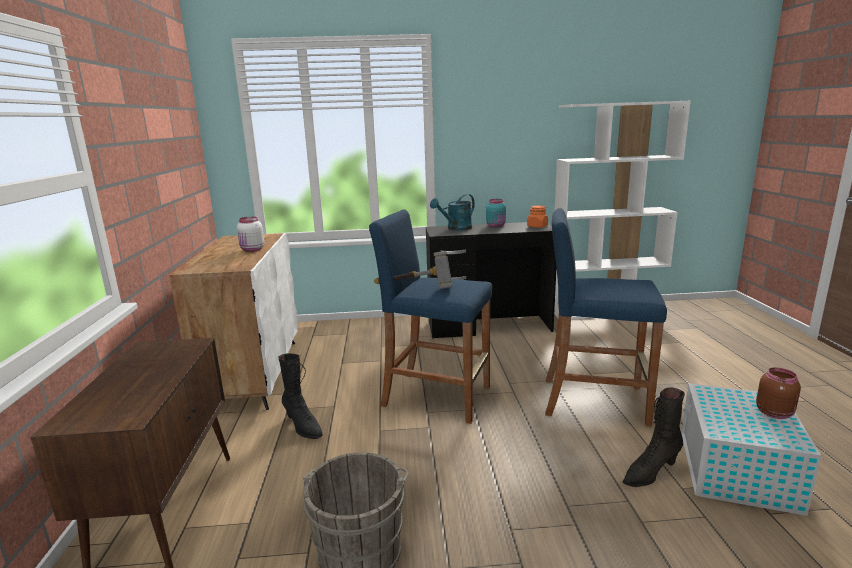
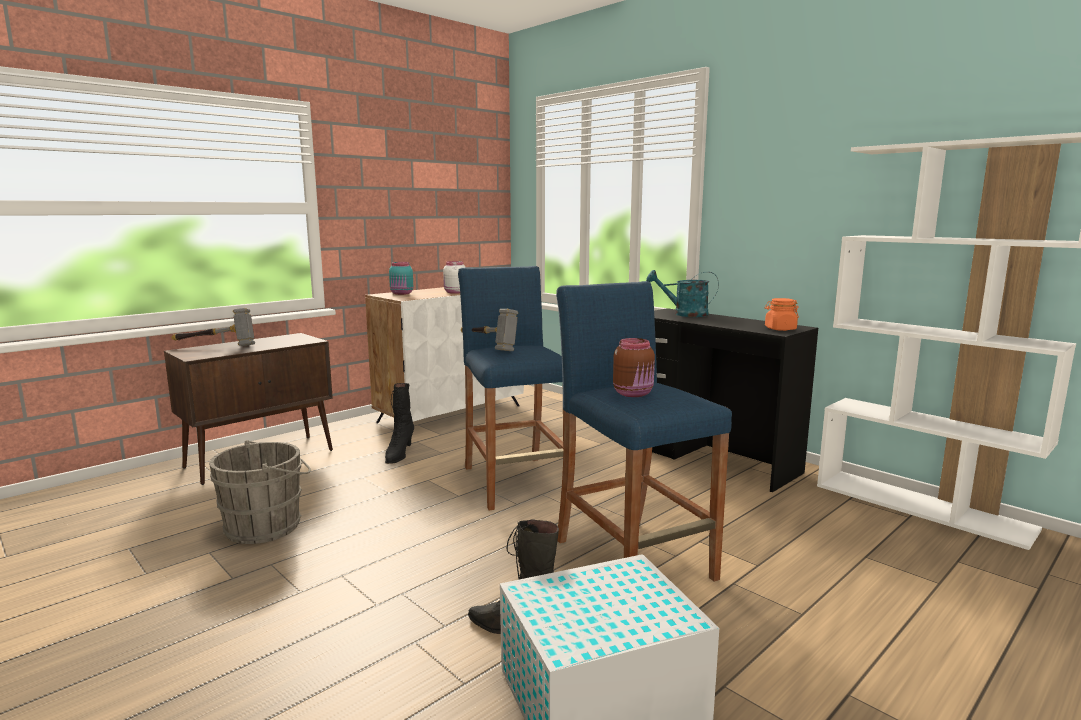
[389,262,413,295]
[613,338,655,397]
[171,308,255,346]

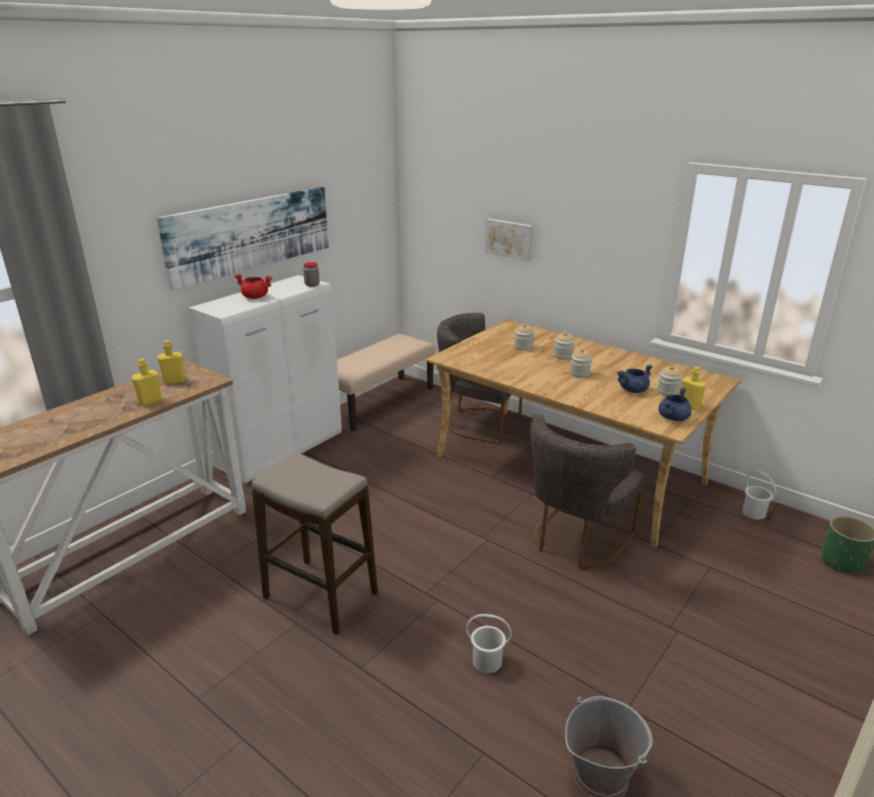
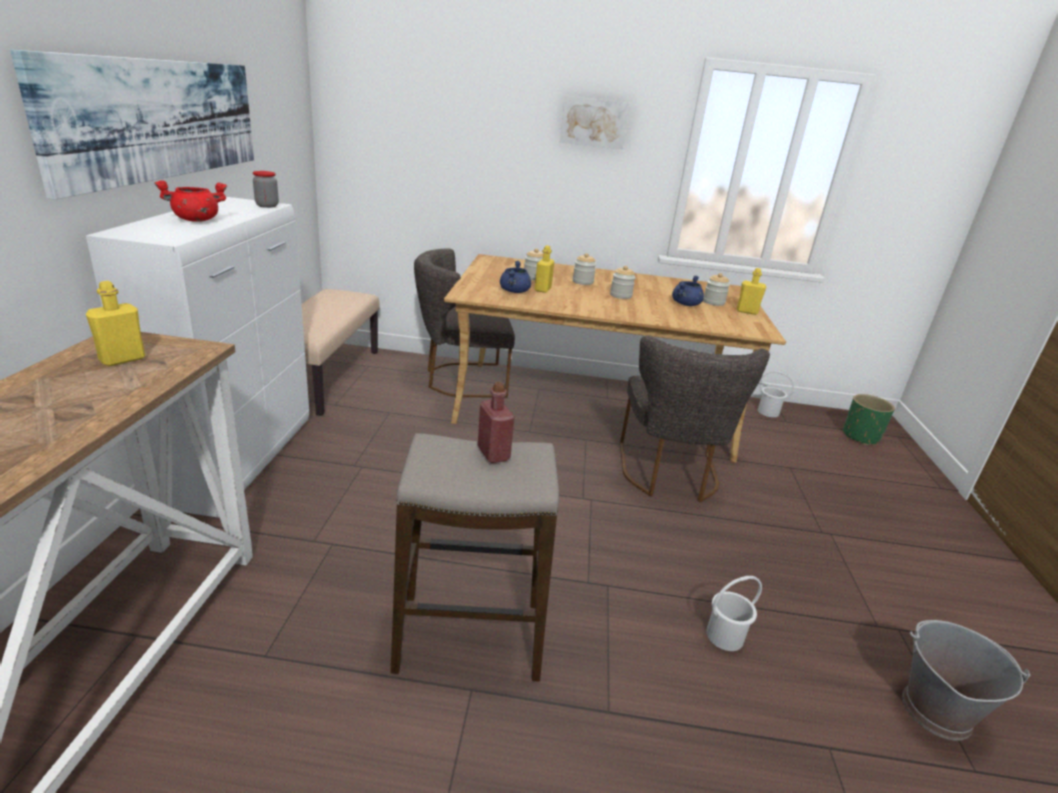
[560,96,630,149]
[535,245,555,293]
[500,261,531,293]
[478,382,515,463]

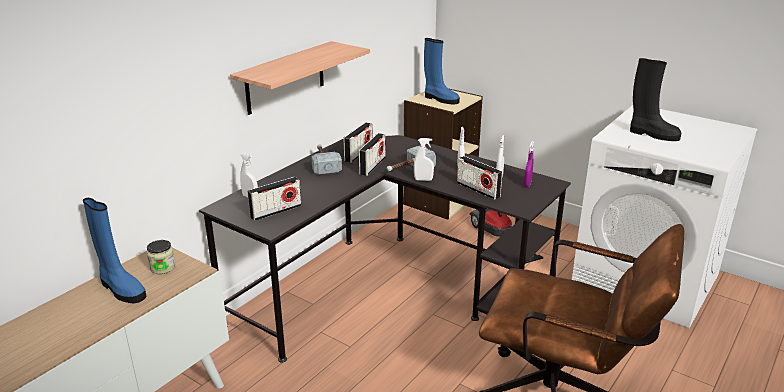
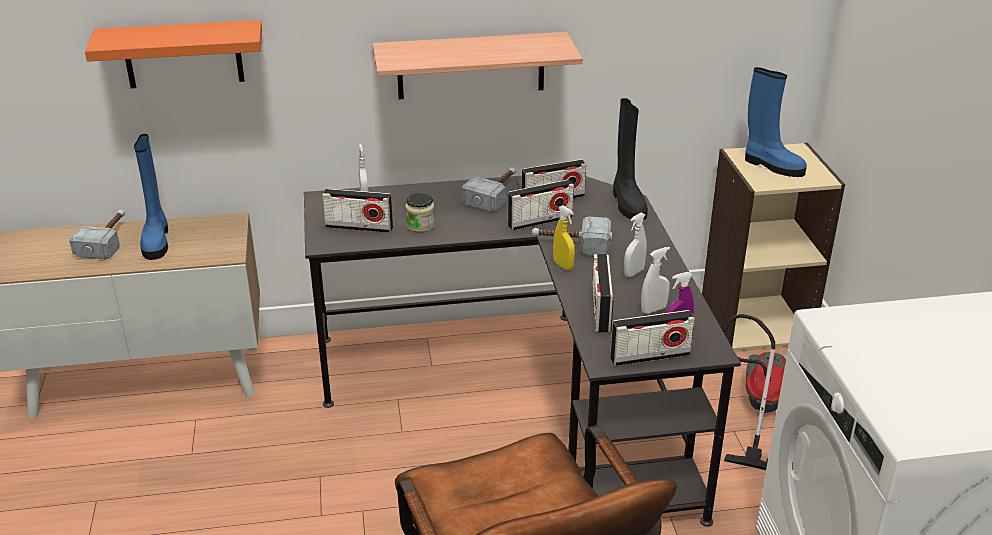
[745,67,807,177]
[613,98,648,220]
[553,206,575,270]
[405,193,435,232]
[85,20,262,88]
[69,209,125,260]
[610,310,695,366]

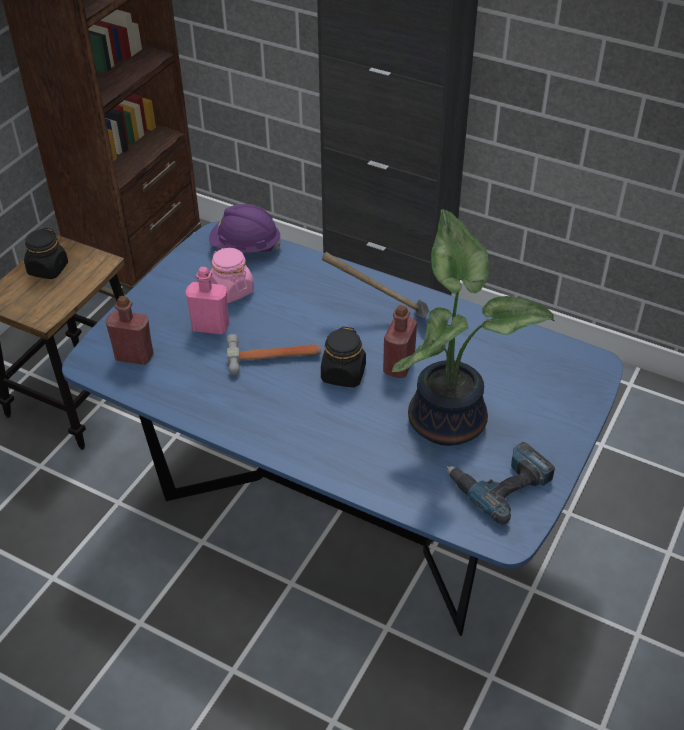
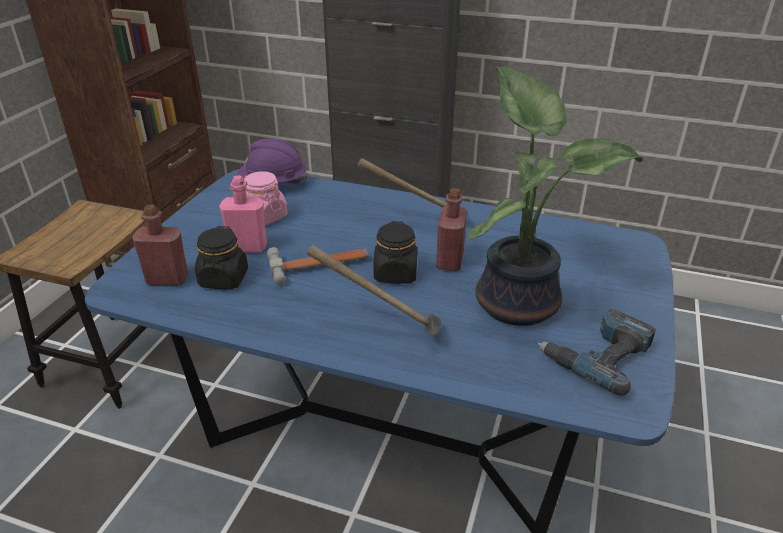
[195,226,248,289]
[307,245,442,337]

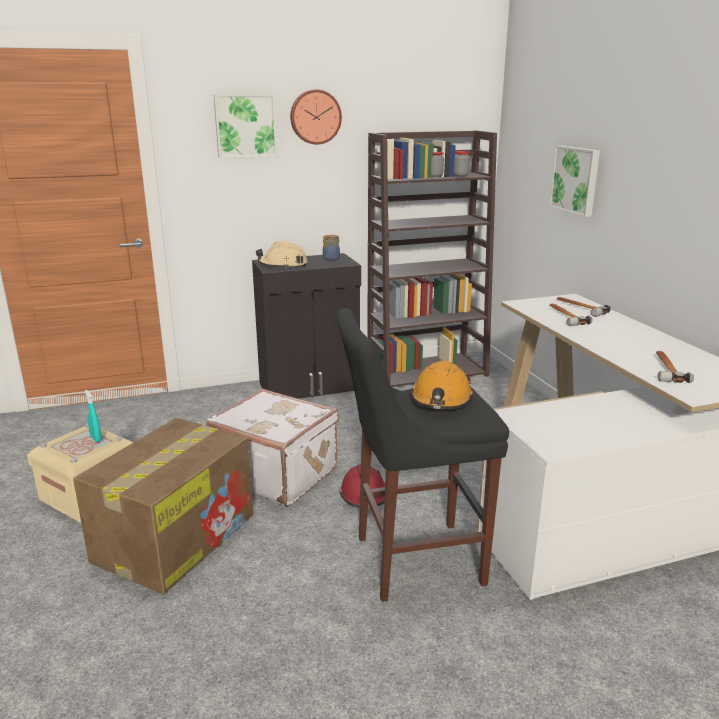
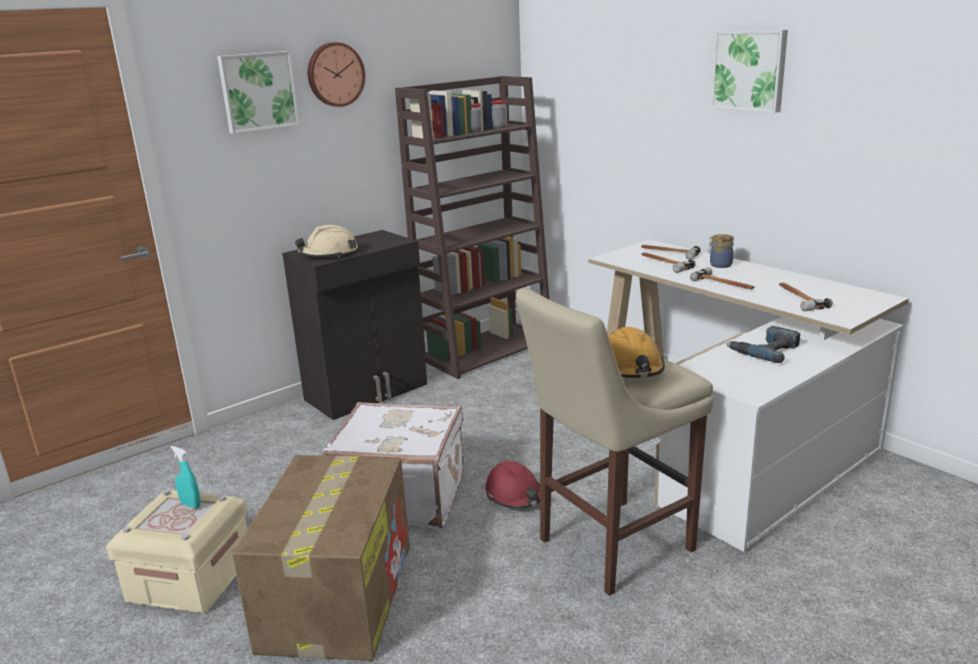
[710,30,788,113]
[708,234,734,268]
[516,288,713,596]
[690,267,754,290]
[726,326,800,363]

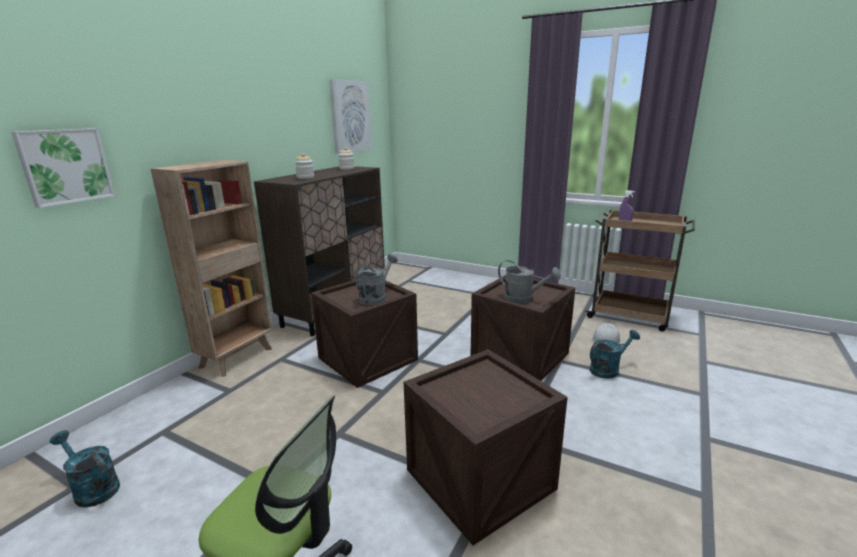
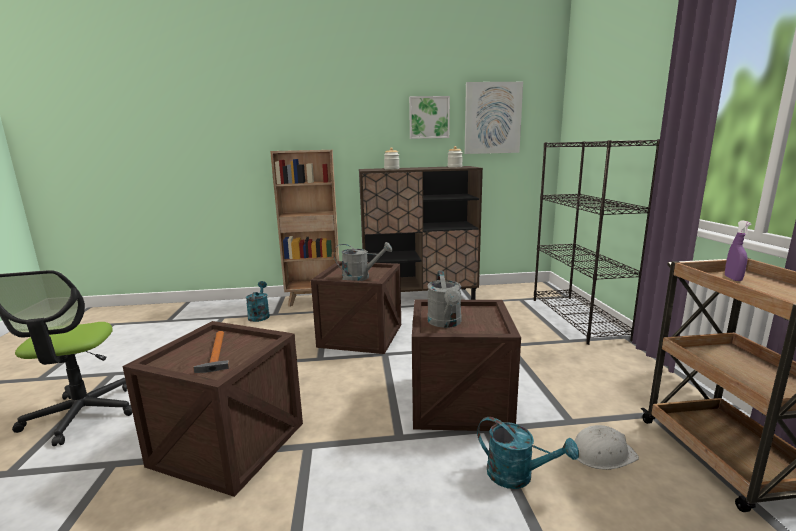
[409,96,450,139]
[246,281,270,322]
[534,139,660,345]
[193,331,230,373]

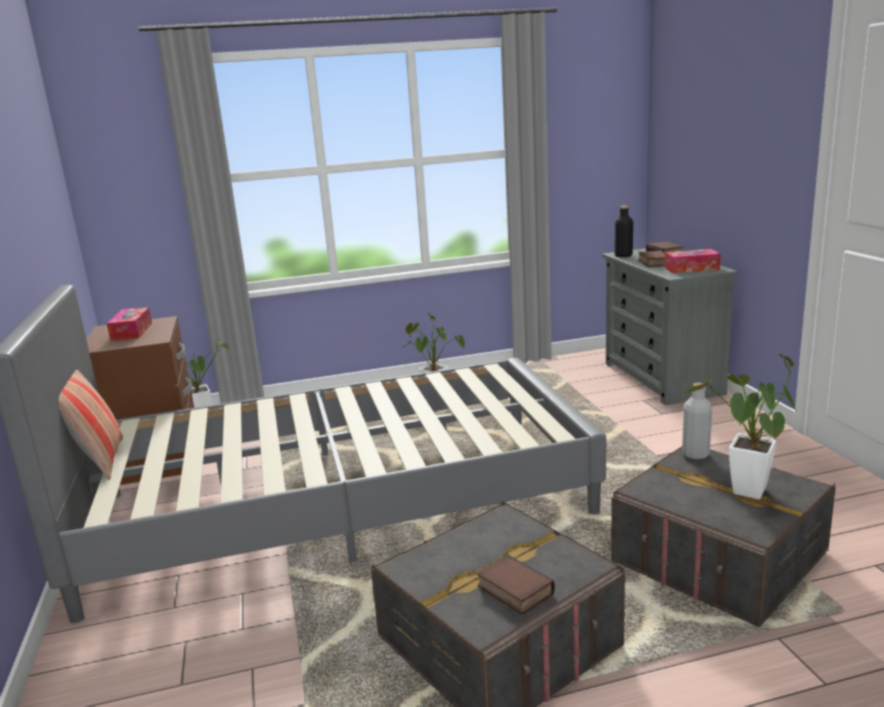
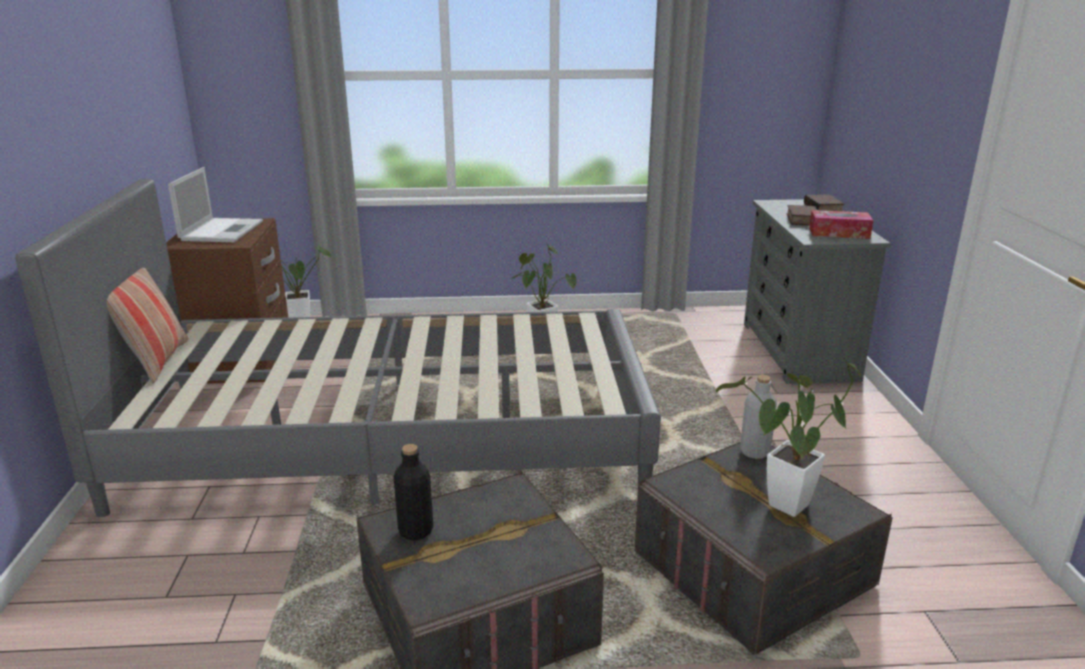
[394,444,433,540]
[168,167,263,242]
[477,555,555,615] (first image)

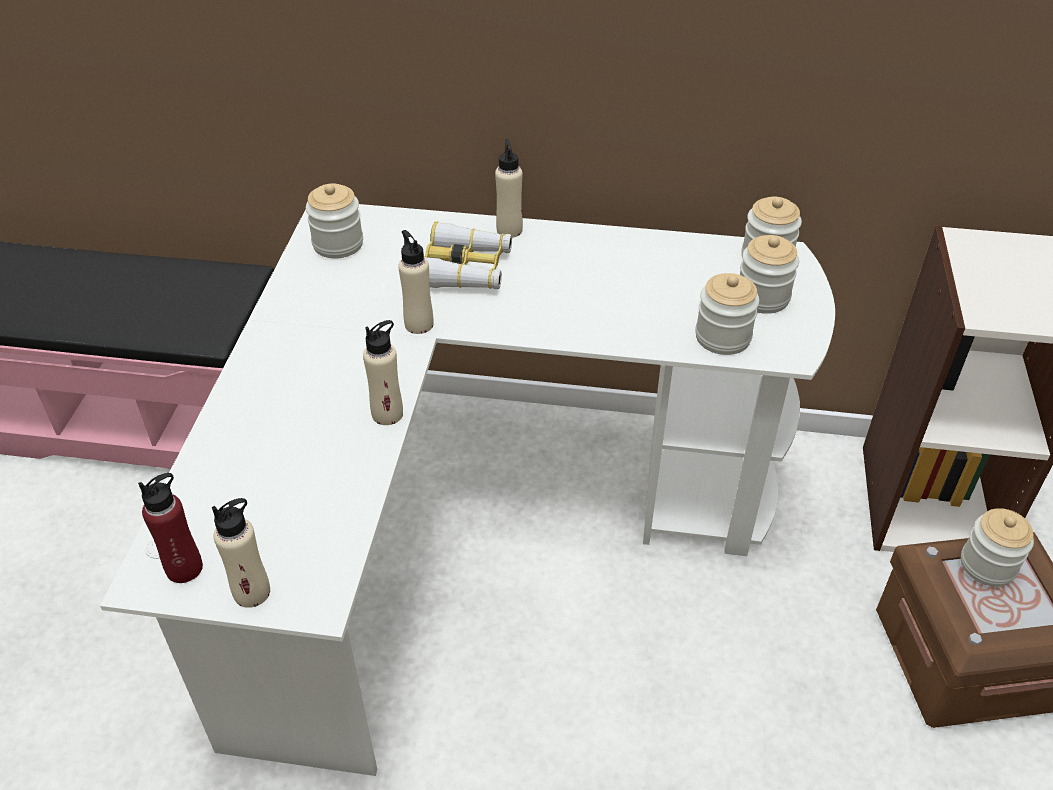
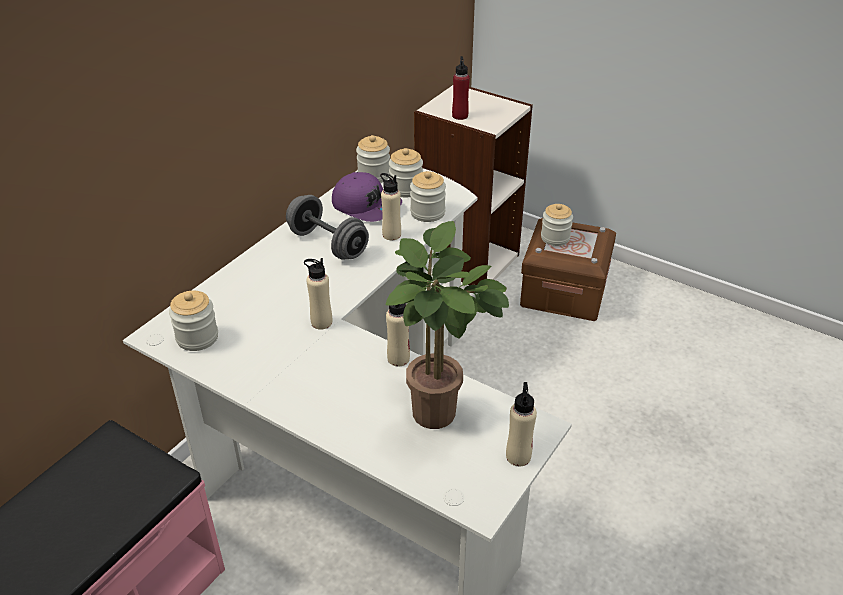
[380,173,401,240]
[424,221,512,289] (first image)
[452,56,470,120]
[332,172,402,222]
[286,195,369,260]
[386,221,509,429]

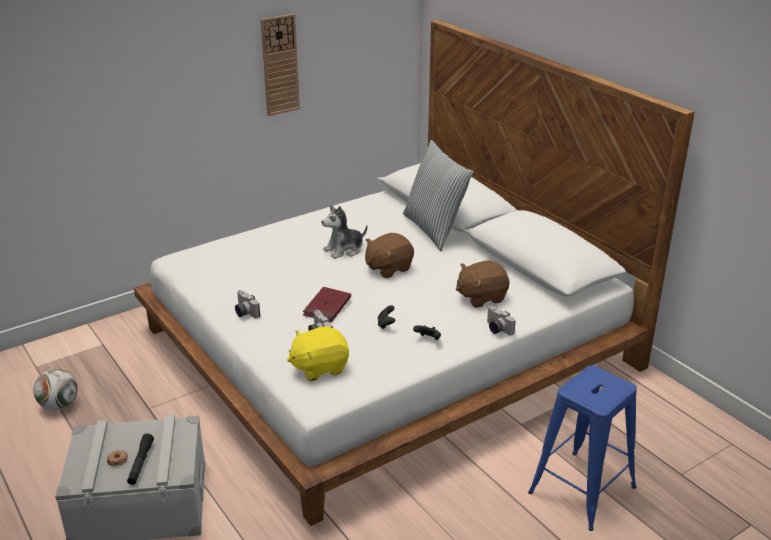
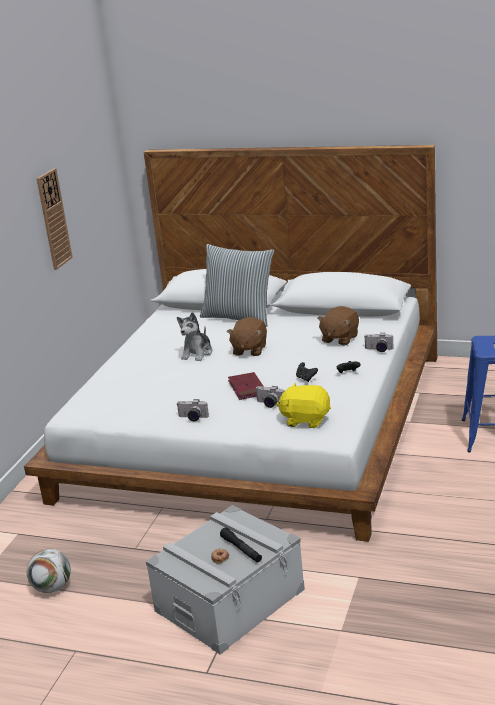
[276,383,331,428]

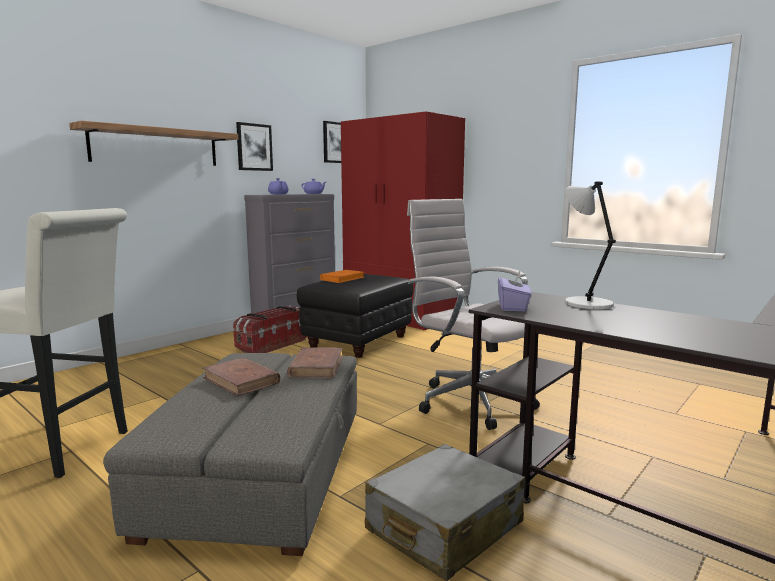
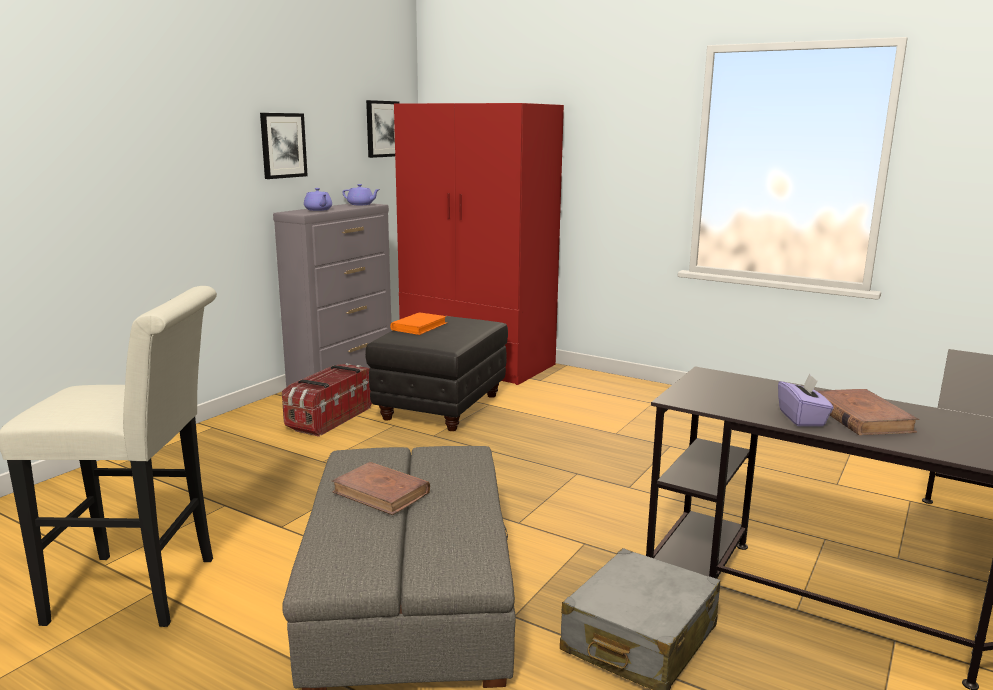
[69,121,238,166] (first image)
[565,181,616,310] (first image)
[407,199,540,430] (first image)
[778,374,834,426]
[817,389,919,435]

